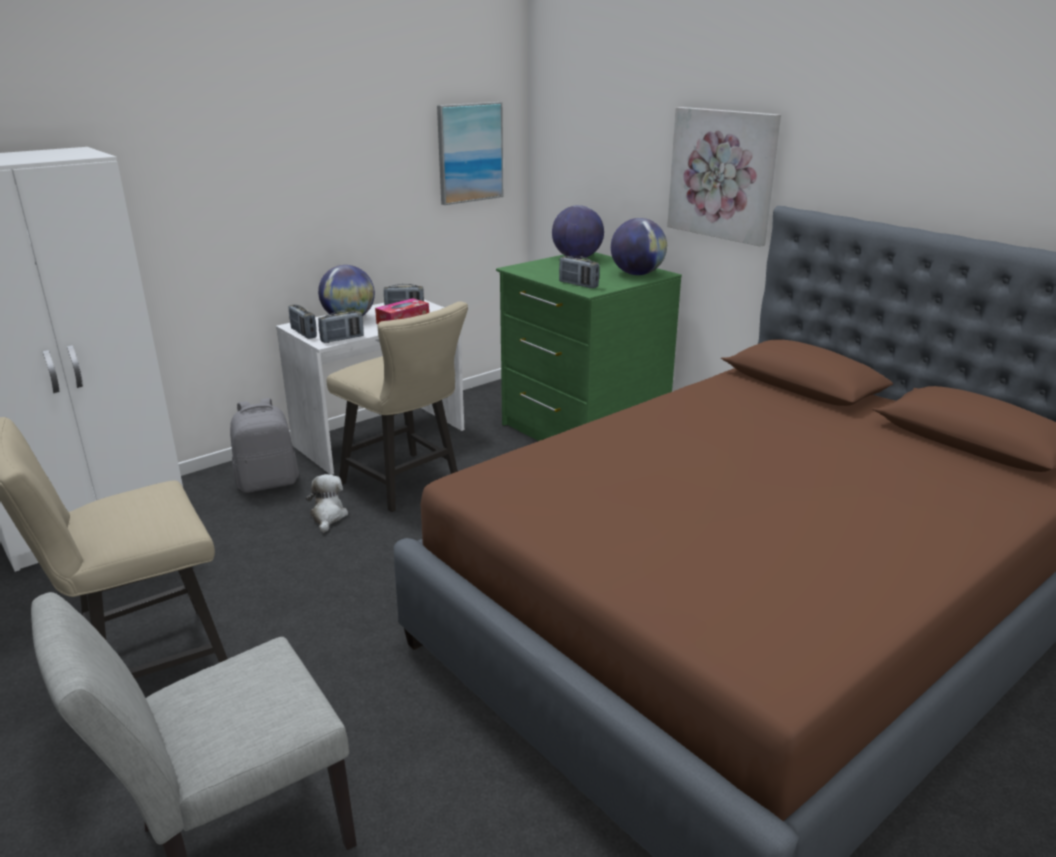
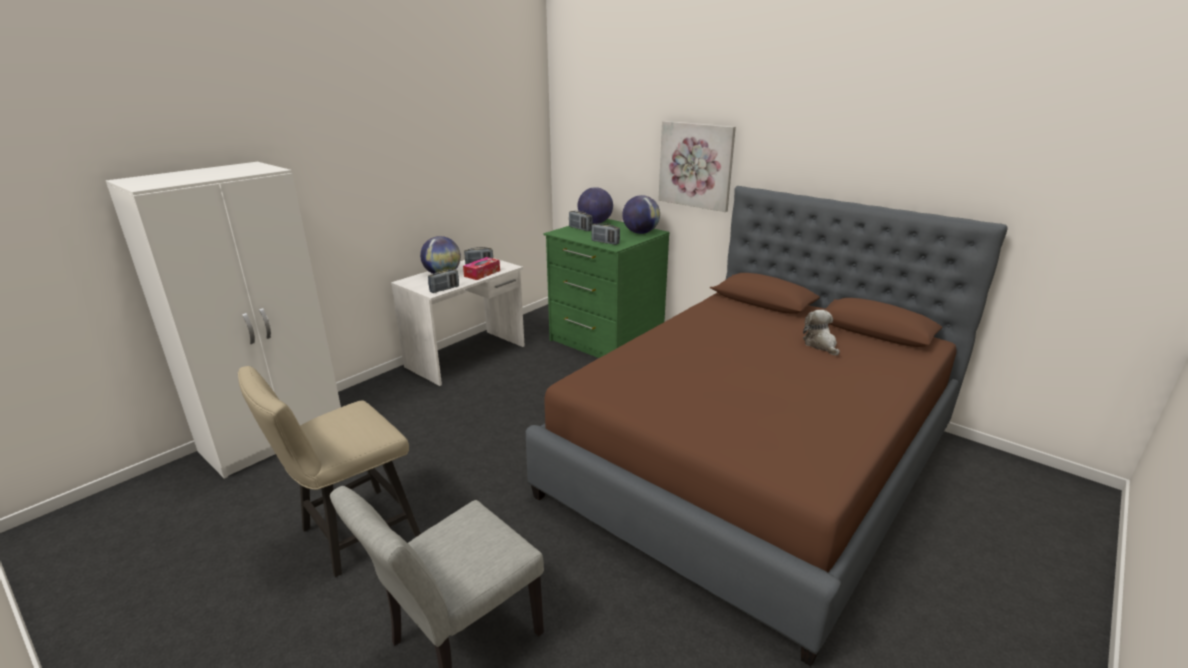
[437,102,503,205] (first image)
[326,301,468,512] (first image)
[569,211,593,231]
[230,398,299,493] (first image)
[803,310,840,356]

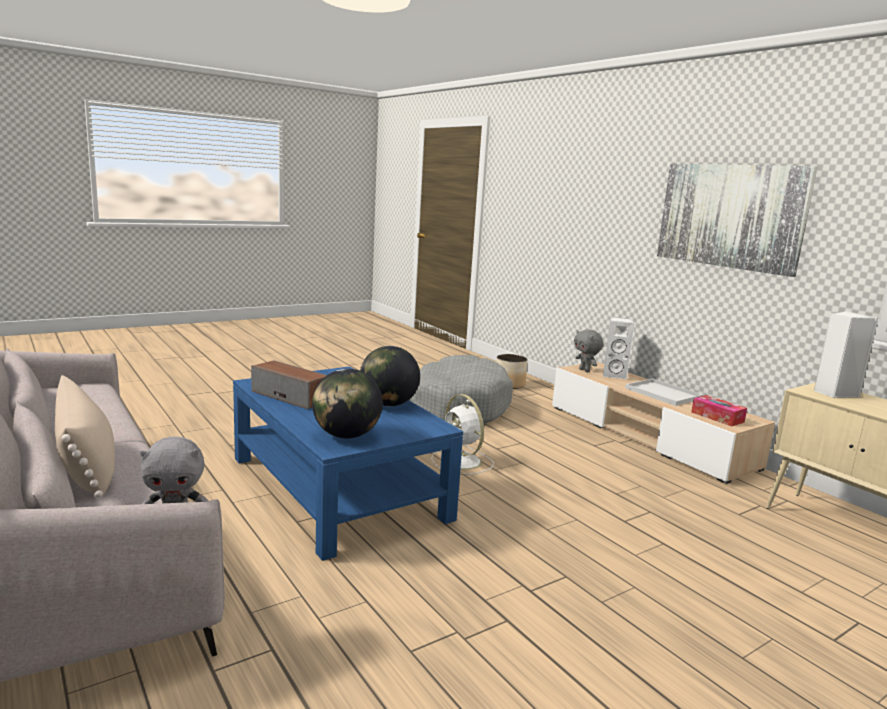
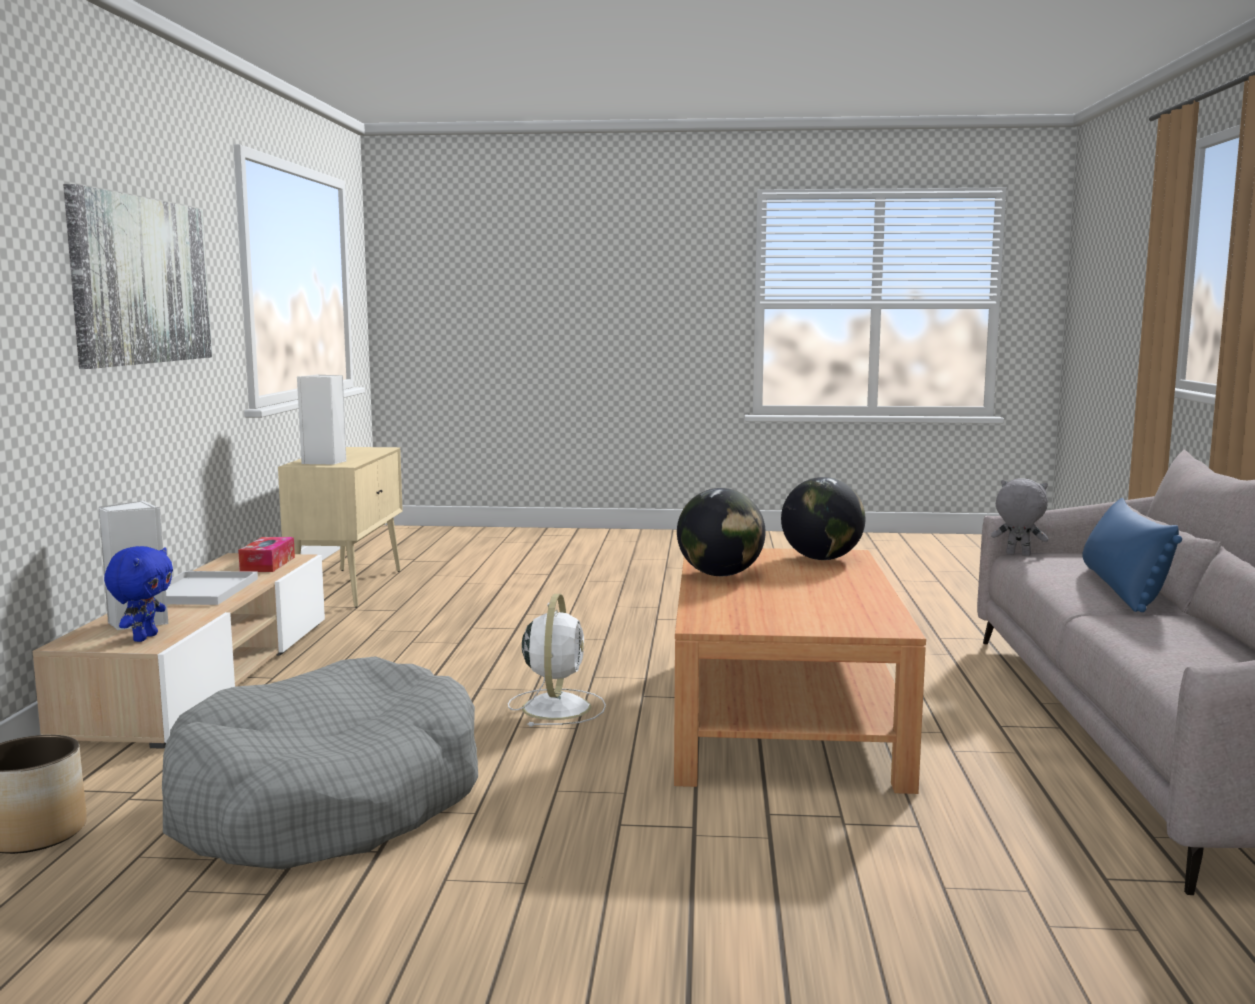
[104,546,173,642]
[251,360,327,409] (first image)
[674,548,926,794]
[1082,498,1182,612]

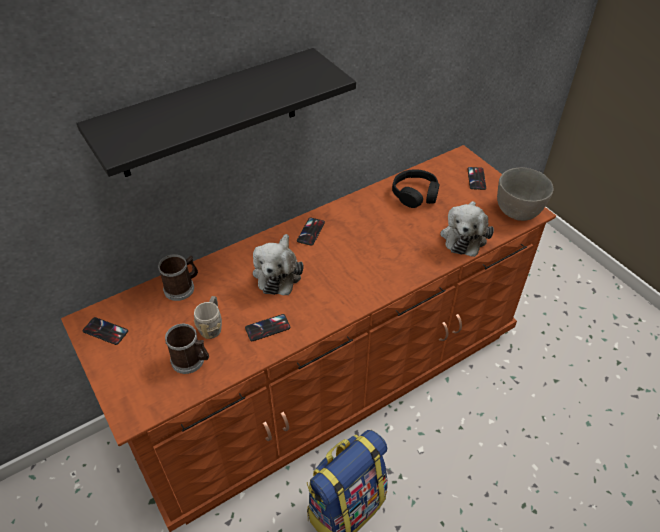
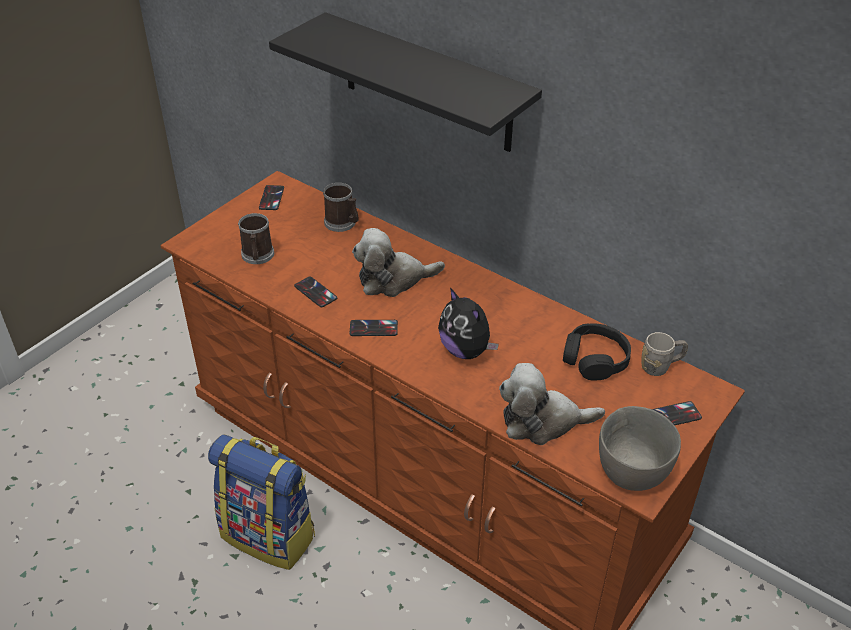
[349,320,398,336]
[641,332,688,376]
[438,288,499,359]

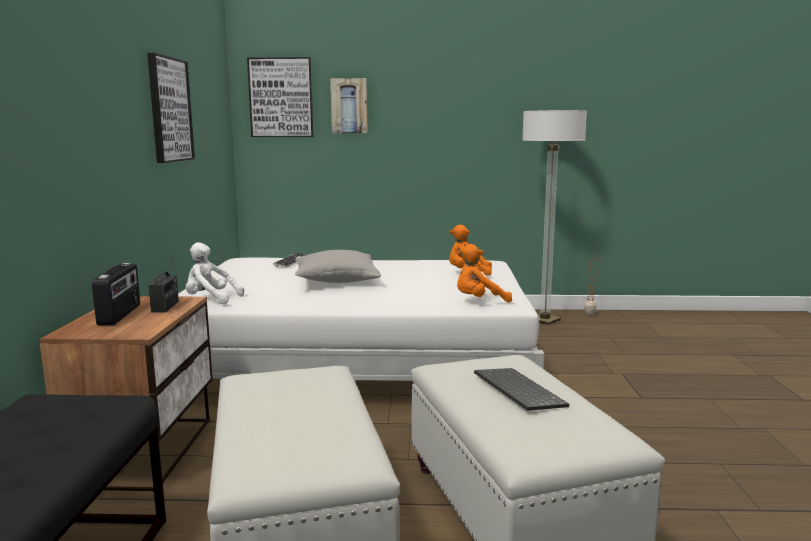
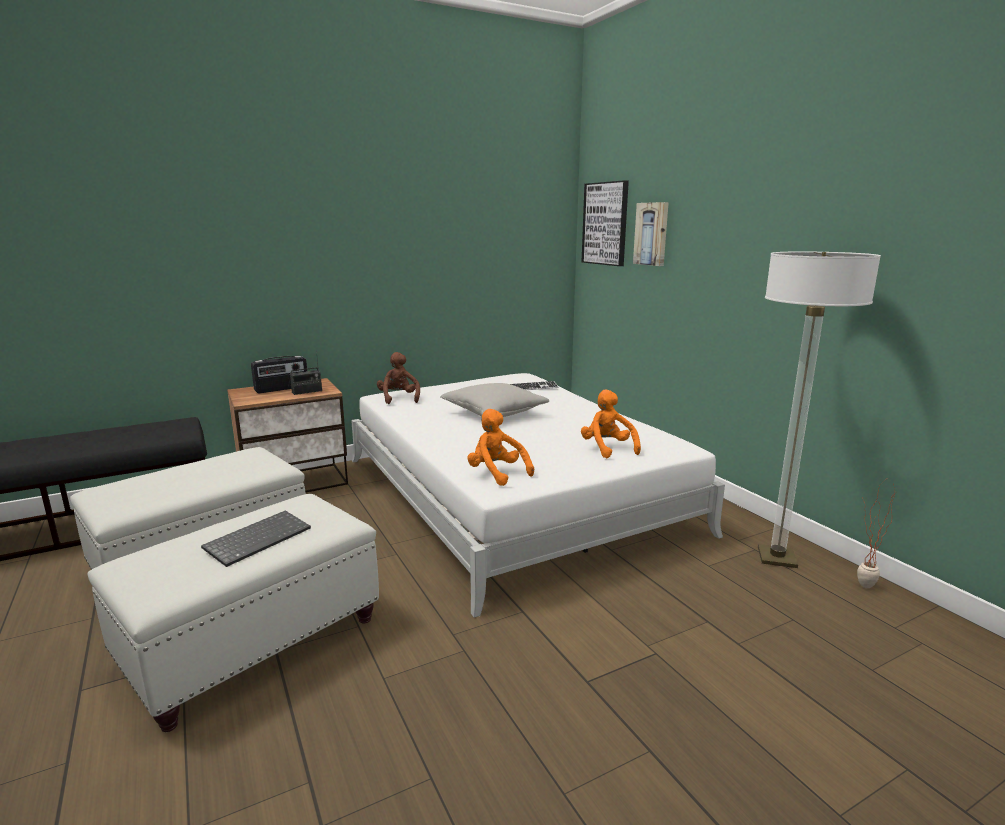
[147,53,195,163] (first image)
[377,352,420,404]

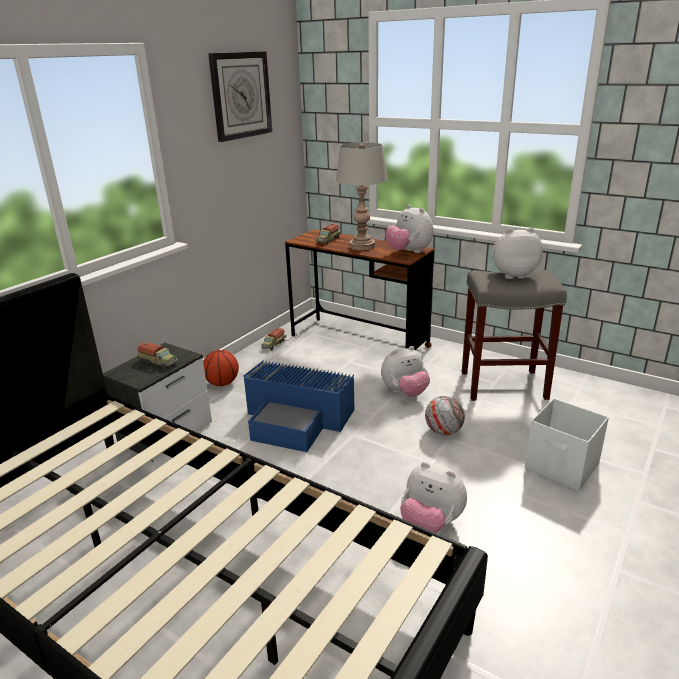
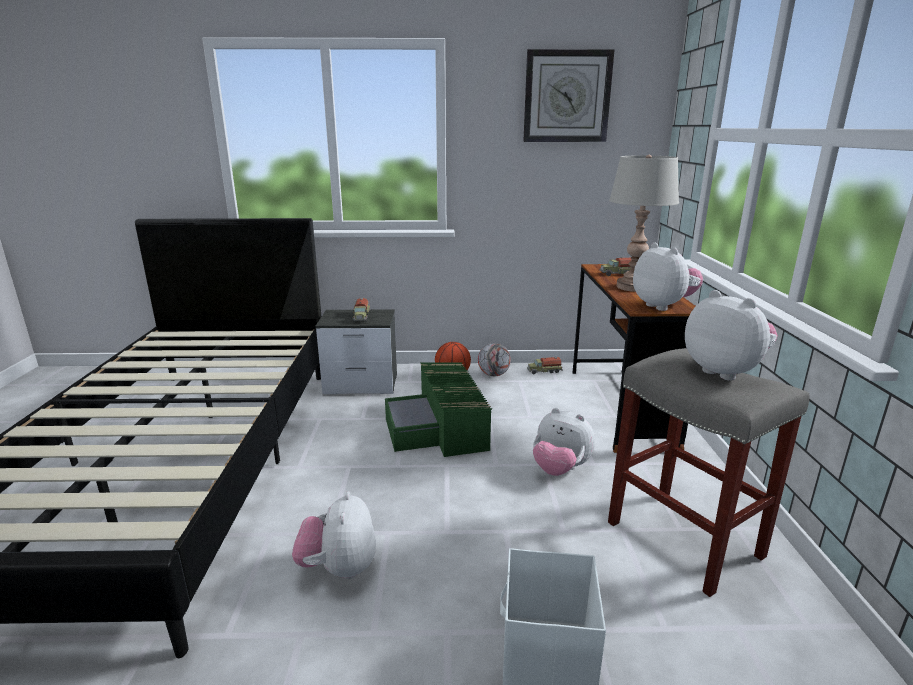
[633,243,703,311]
[385,362,492,457]
[478,343,511,376]

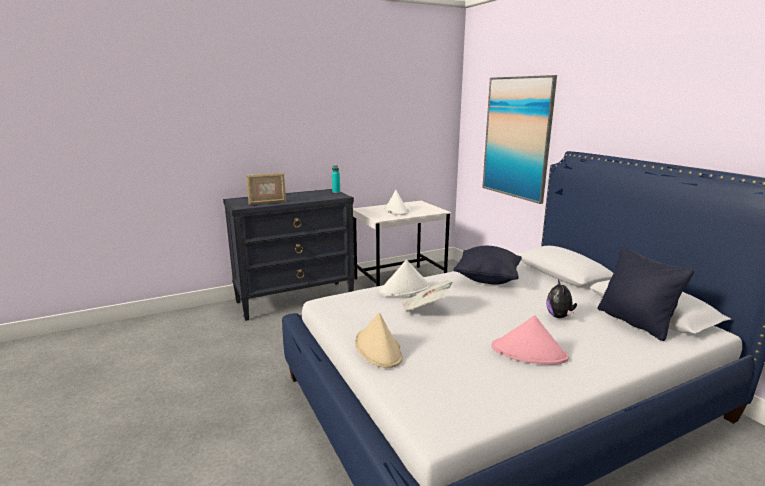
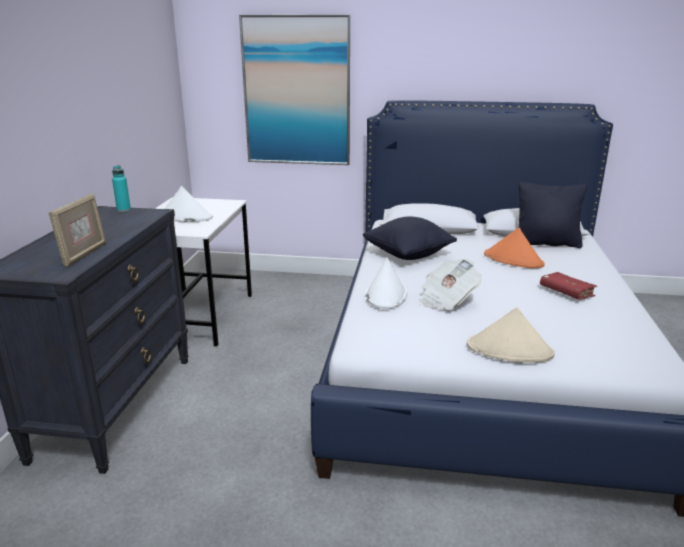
[484,227,545,268]
[540,272,597,300]

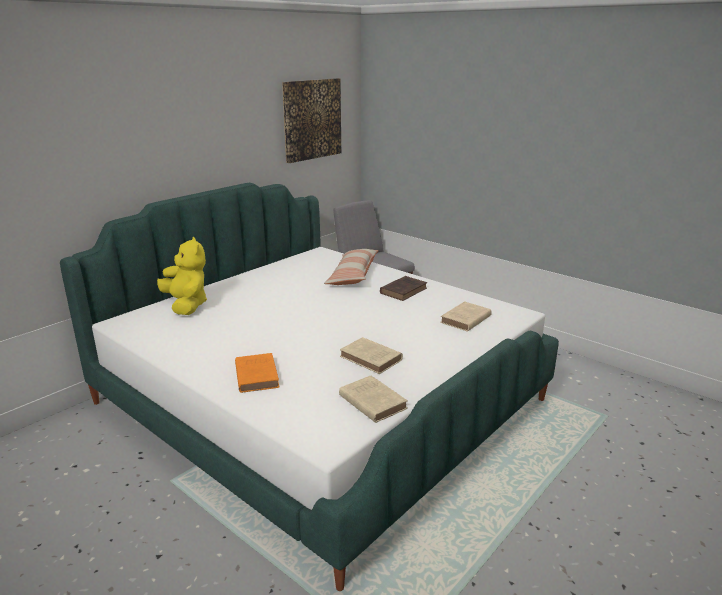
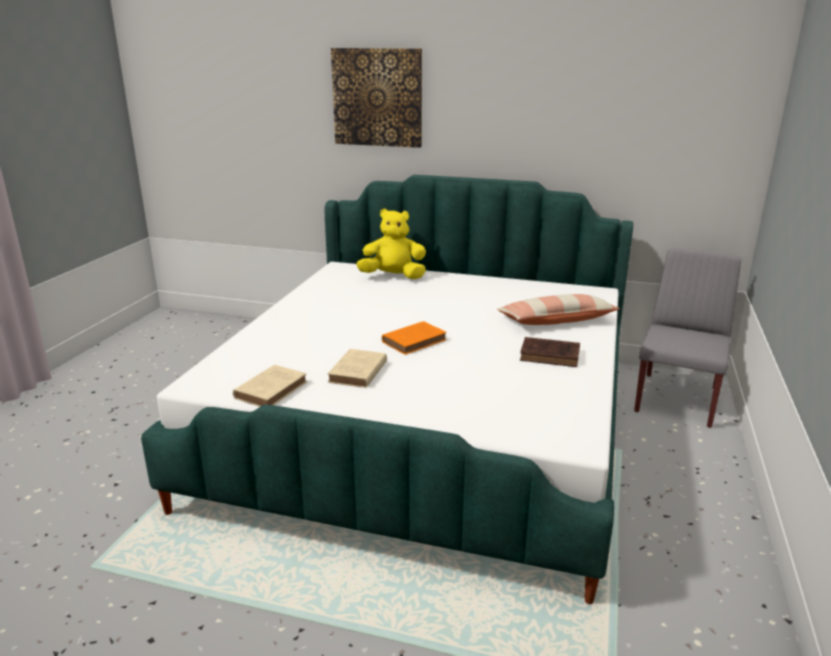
[331,48,422,148]
[356,209,426,279]
[440,301,492,332] (first image)
[382,321,447,355]

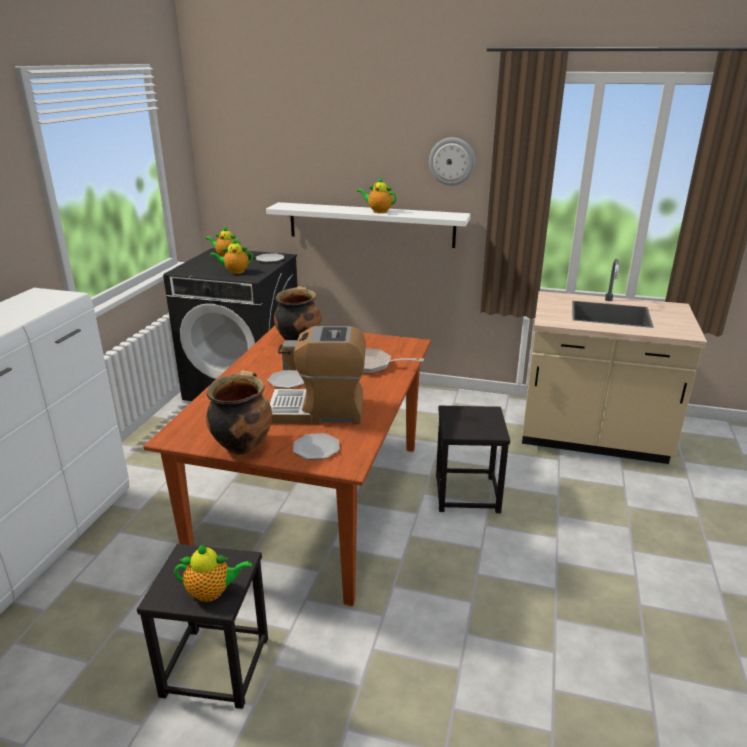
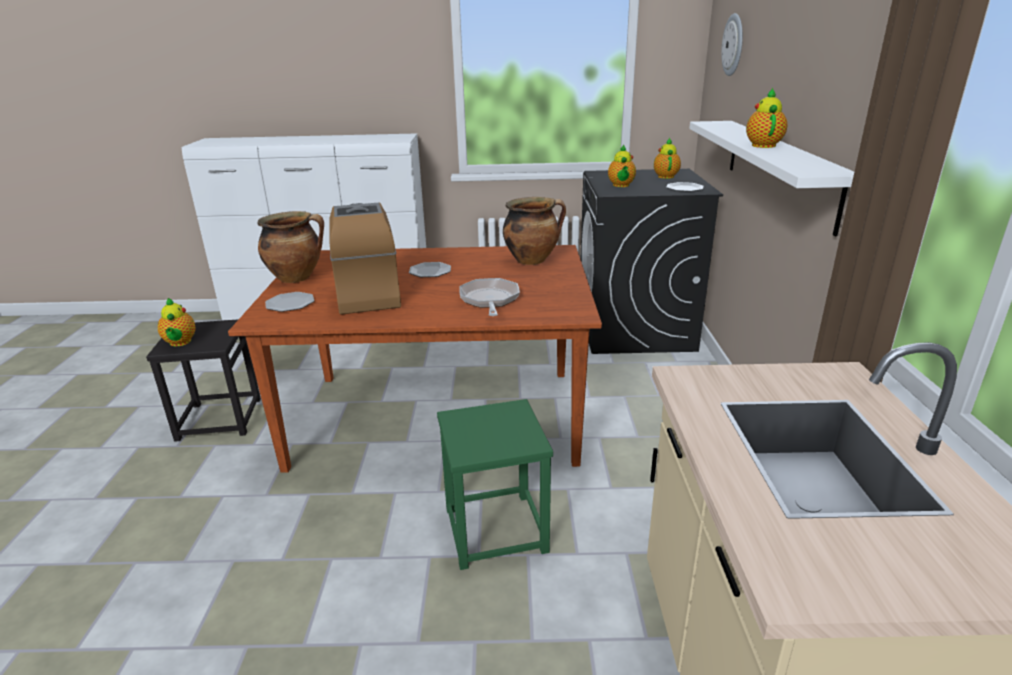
[721,13,743,76]
[608,144,636,187]
[437,399,553,570]

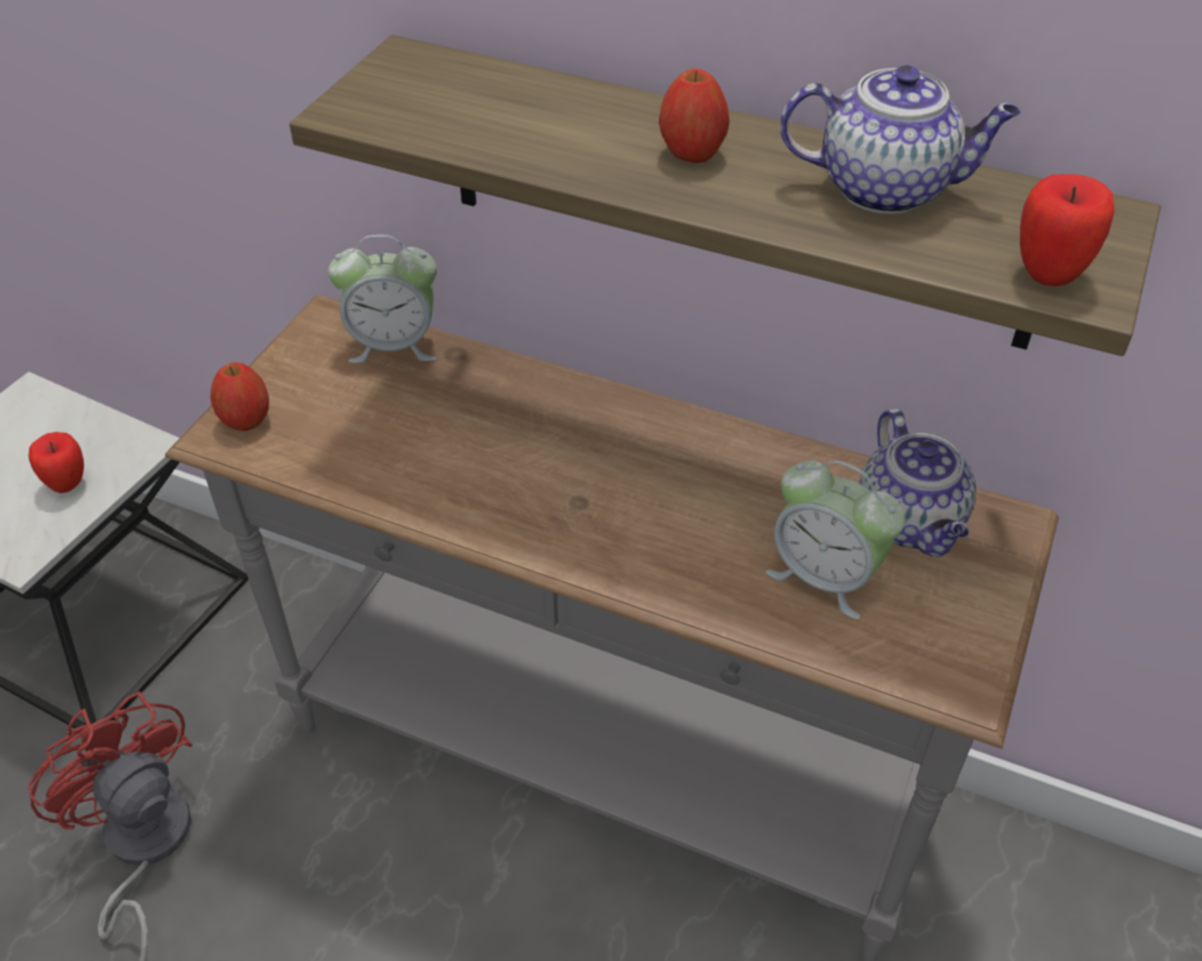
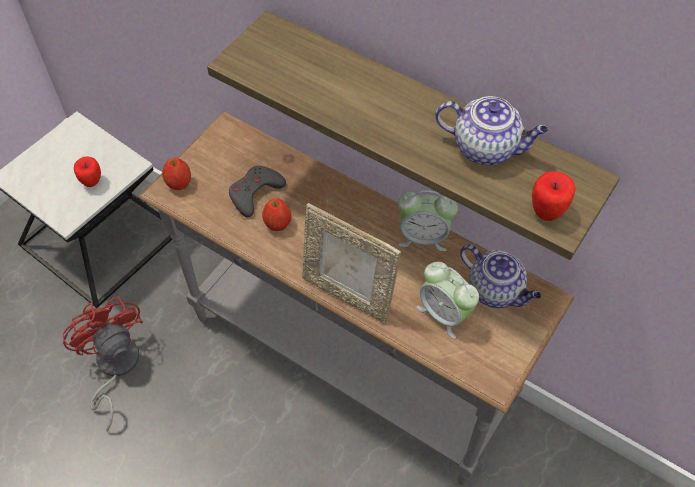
[262,198,292,231]
[398,190,458,251]
[460,245,541,308]
[229,166,286,217]
[302,203,401,324]

